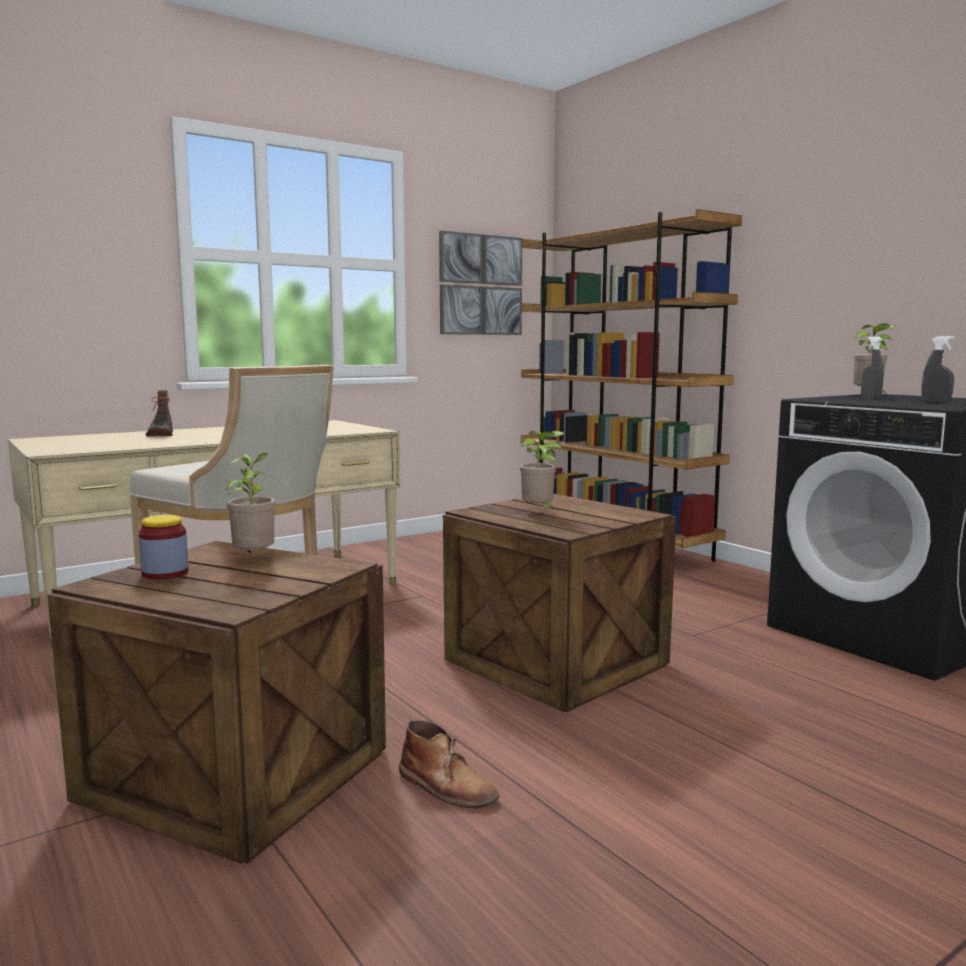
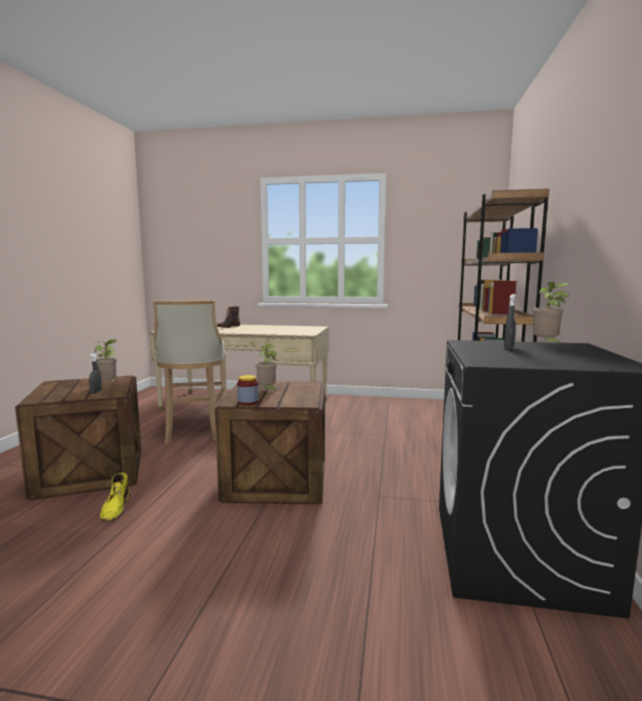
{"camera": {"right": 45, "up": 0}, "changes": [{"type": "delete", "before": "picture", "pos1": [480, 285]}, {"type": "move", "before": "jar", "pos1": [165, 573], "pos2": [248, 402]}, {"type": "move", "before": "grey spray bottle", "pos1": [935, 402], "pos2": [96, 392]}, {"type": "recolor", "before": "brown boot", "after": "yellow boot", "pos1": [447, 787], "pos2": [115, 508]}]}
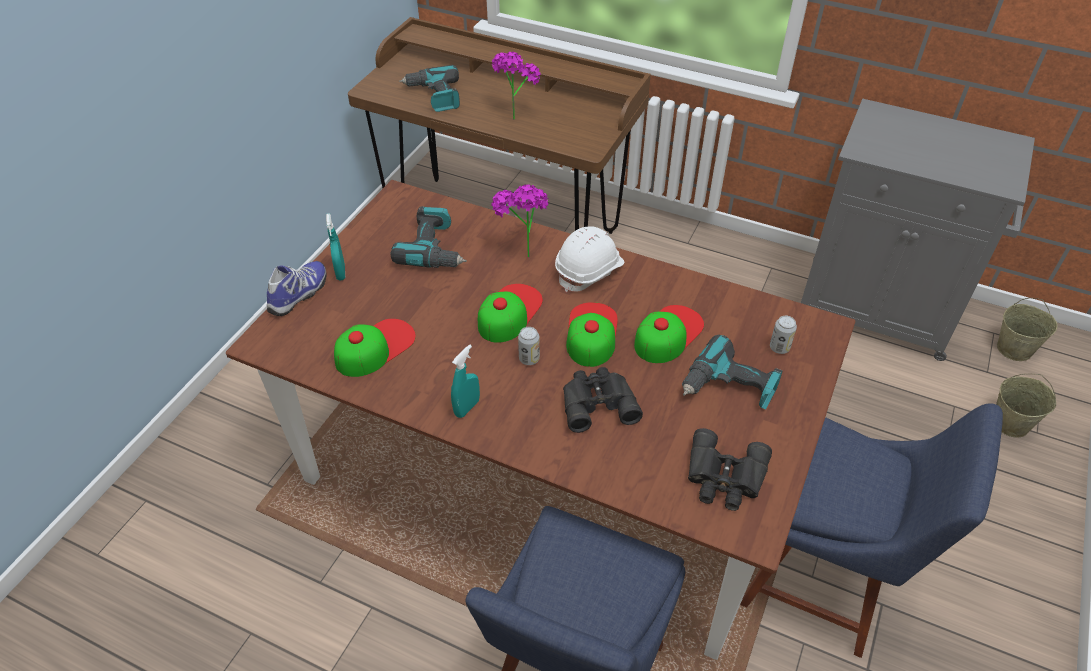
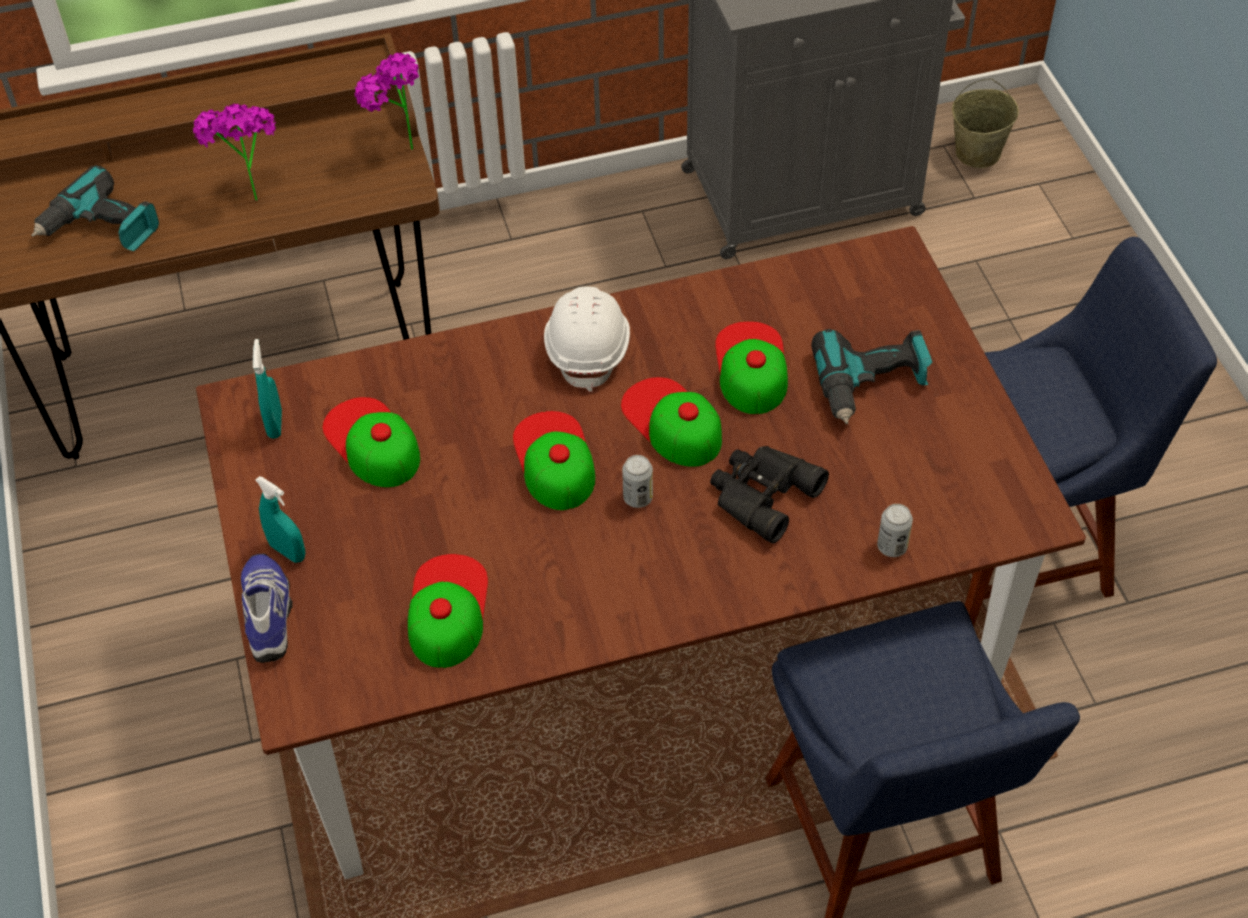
{"camera": {"right": -40, "up": 5}, "changes": [{"type": "delete", "before": "black binoculars", "pos1": [724, 478]}, {"type": "delete", "before": "beige bucket", "pos1": [1011, 423]}, {"type": "move", "before": "turquoise spray bottle", "pos1": [467, 408], "pos2": [275, 424]}, {"type": "move", "before": "potted plant", "pos1": [522, 251], "pos2": [397, 147]}, {"type": "move", "before": "can", "pos1": [779, 347], "pos2": [892, 546]}, {"type": "replace", "before": "power drill", "after": "cap", "pos1": [434, 249], "pos2": [372, 442]}]}
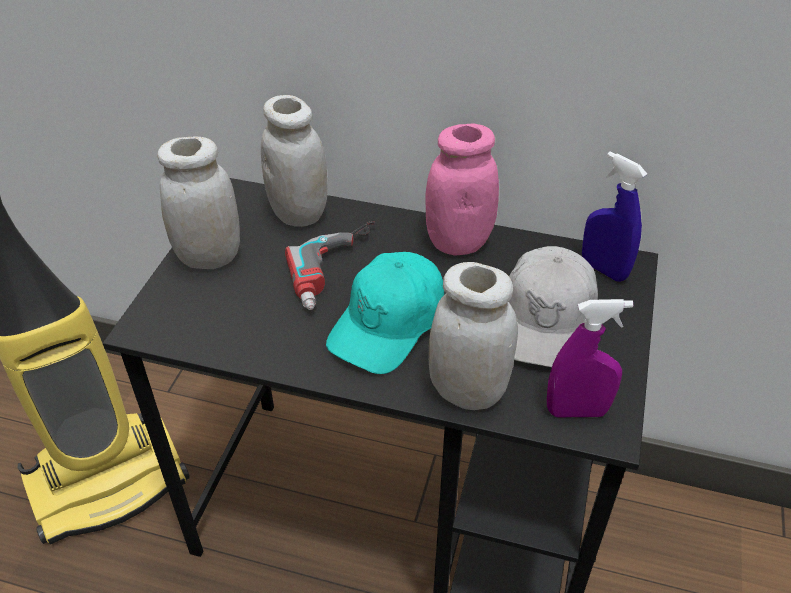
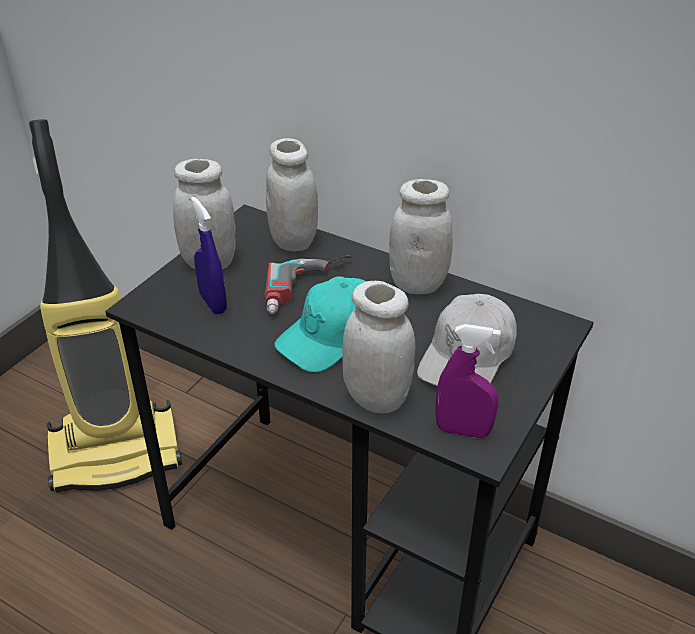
{"camera": {"right": 15, "up": -5}, "changes": [{"type": "move", "before": "blue spray bottle", "pos1": [603, 269], "pos2": [213, 303]}, {"type": "recolor", "before": "pink jar", "after": "white jar", "pos1": [458, 242], "pos2": [418, 284]}]}
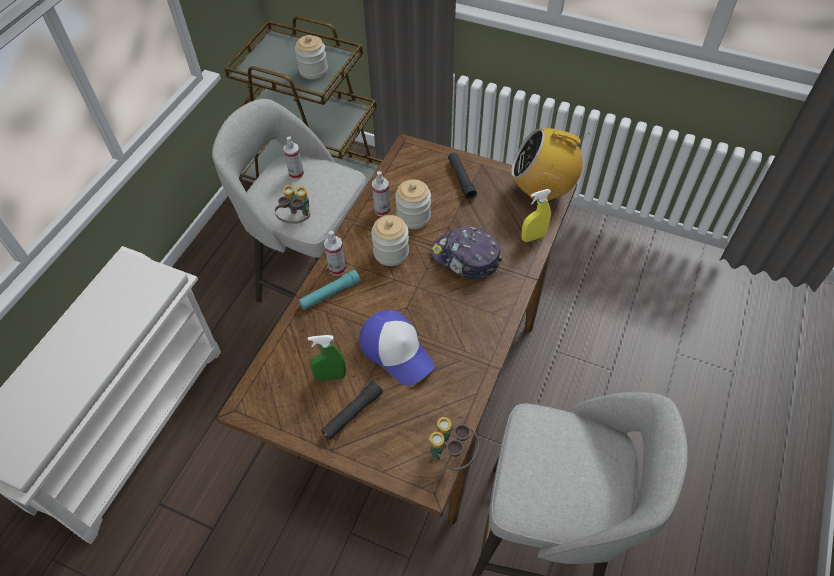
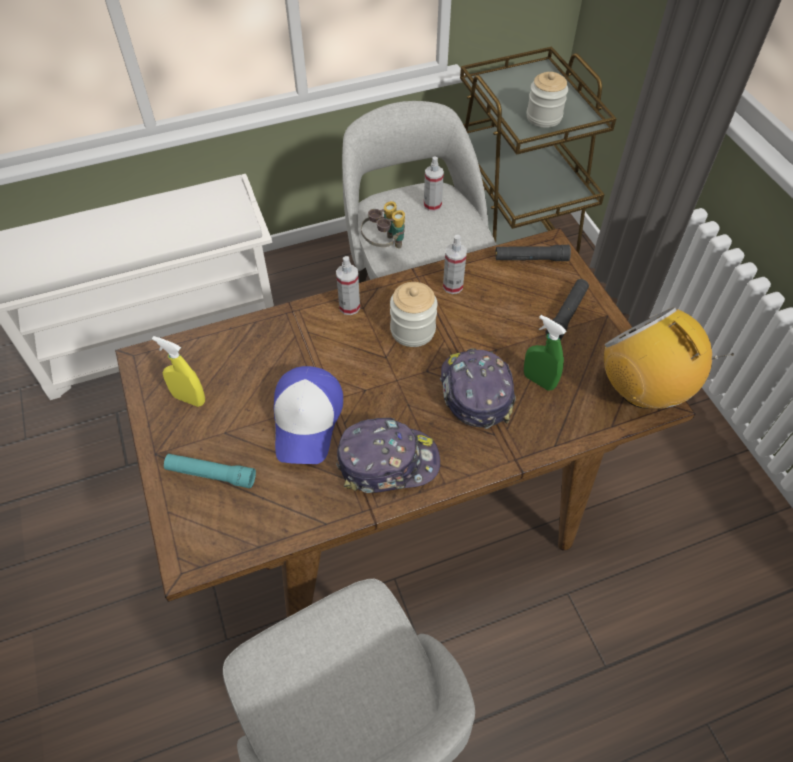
{"camera": {"right": 45, "up": 0}, "changes": [{"type": "delete", "before": "jar", "pos1": [413, 216]}, {"type": "delete", "before": "binoculars", "pos1": [451, 455]}, {"type": "insert", "after": "cap", "pos2": [387, 462]}, {"type": "move", "before": "turquoise flashlight", "pos1": [330, 294], "pos2": [211, 474]}, {"type": "move", "before": "green spray bottle", "pos1": [330, 376], "pos2": [539, 381]}, {"type": "move", "before": "black flashlight", "pos1": [352, 414], "pos2": [531, 259]}, {"type": "move", "before": "yellow spray bottle", "pos1": [533, 237], "pos2": [189, 399]}]}
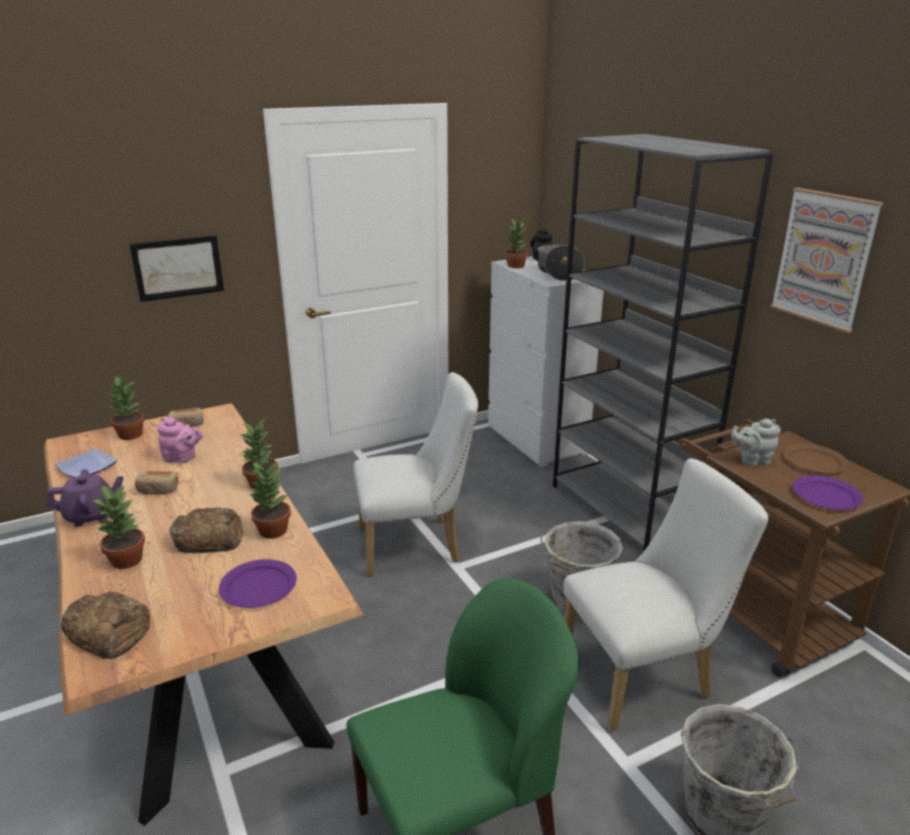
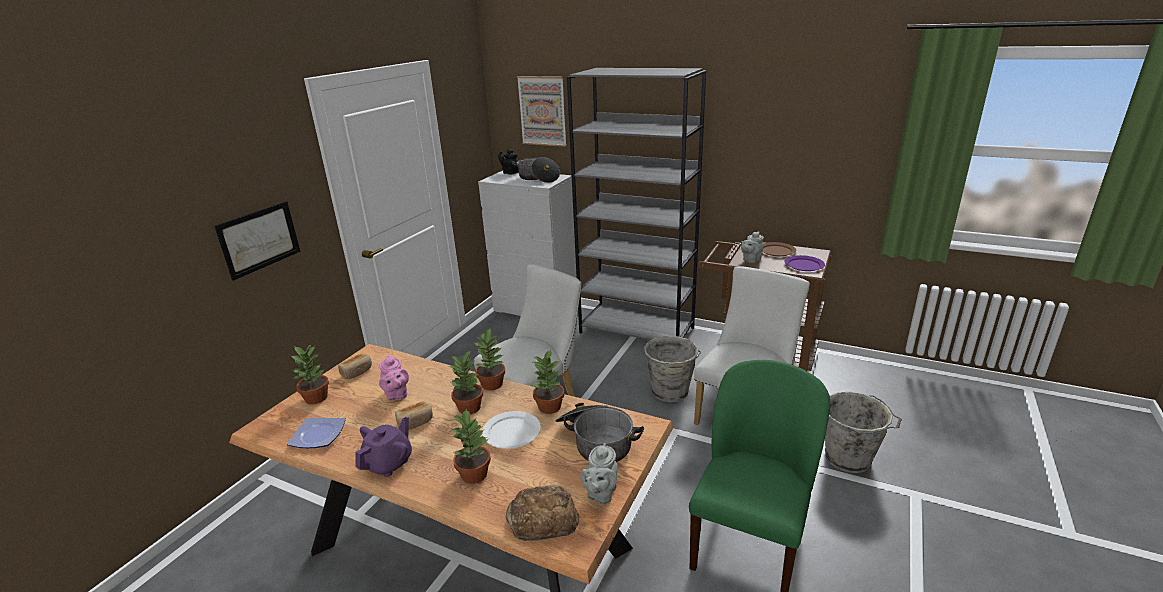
{"camera": {"right": -35, "up": 0}, "changes": [{"type": "insert", "after": "grey teapot", "pos2": [600, 493]}, {"type": "move", "before": "potted plant", "pos1": [516, 266], "pos2": [470, 408]}, {"type": "move", "before": "picture", "pos1": [824, 258], "pos2": [542, 111]}, {"type": "replace", "before": "bread", "after": "white plate", "pos1": [208, 538], "pos2": [512, 432]}, {"type": "replace", "before": "purple plate", "after": "cooking pot", "pos1": [258, 586], "pos2": [596, 441]}, {"type": "rotate", "before": "pink teapot", "pos1": [182, 458], "pos2": [396, 395], "turn": 90}]}
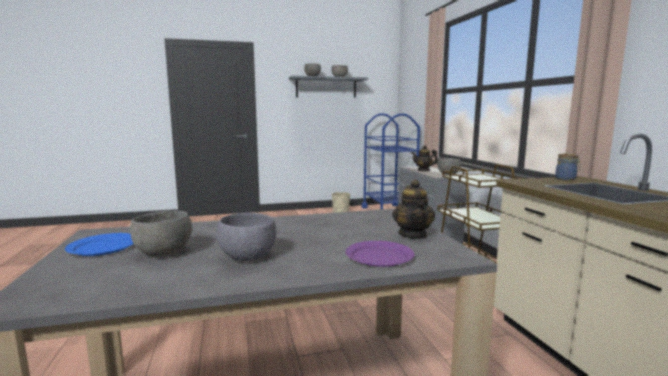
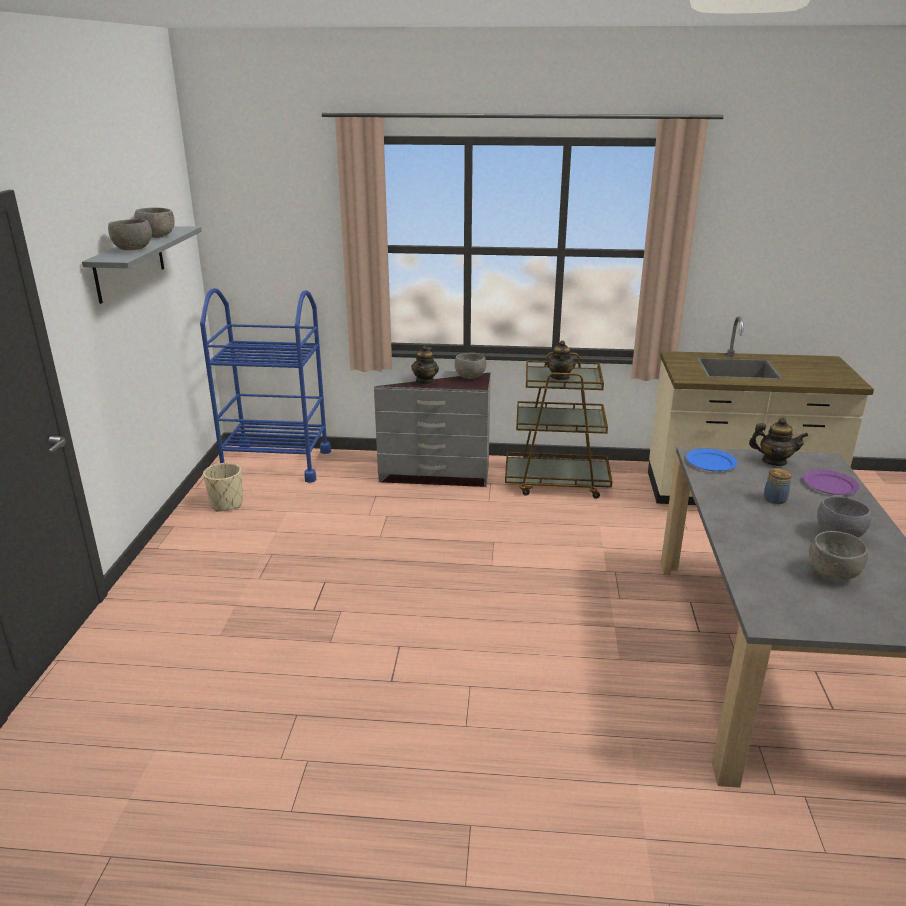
{"camera": {"right": -70, "up": 15}, "changes": [{"type": "insert", "after": "teapot", "pos2": [560, 377]}, {"type": "move", "before": "blue plate", "pos1": [104, 247], "pos2": [710, 462]}, {"type": "move", "before": "jar", "pos1": [566, 179], "pos2": [775, 499]}]}
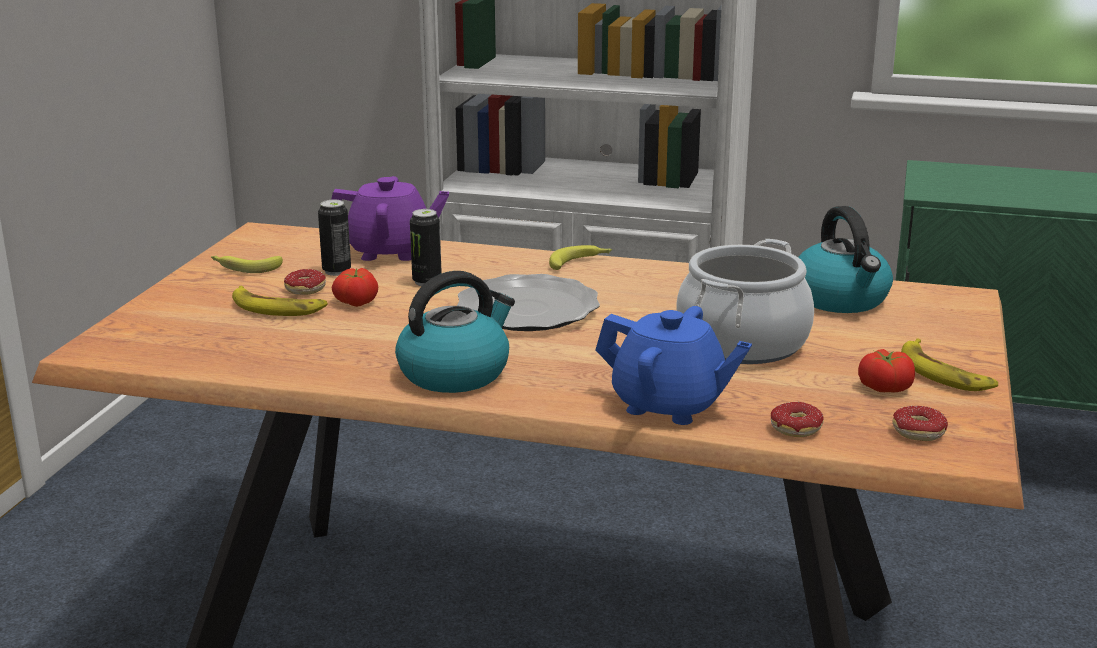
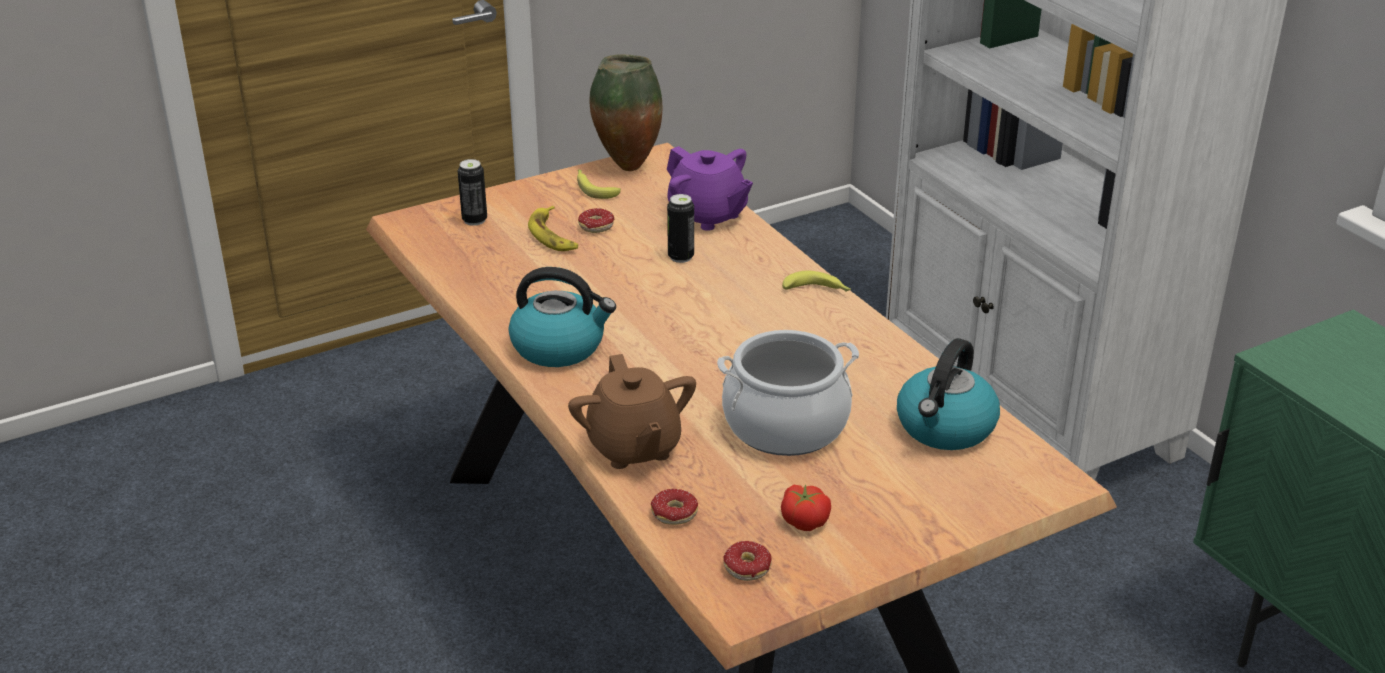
{"camera": {"right": 45, "up": 10}, "changes": [{"type": "delete", "before": "tomato", "pos1": [355, 302]}, {"type": "delete", "before": "plate", "pos1": [528, 309]}, {"type": "delete", "before": "banana", "pos1": [943, 374]}, {"type": "insert", "after": "vase", "pos2": [626, 166]}, {"type": "move", "before": "can", "pos1": [336, 271], "pos2": [474, 220]}, {"type": "recolor", "before": "blue teapot", "after": "brown teapot", "pos1": [669, 405], "pos2": [633, 447]}]}
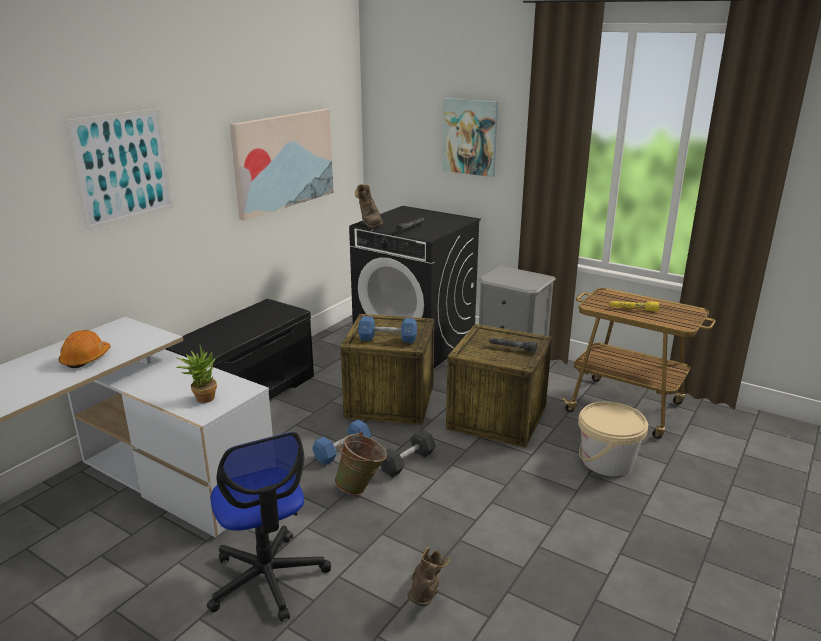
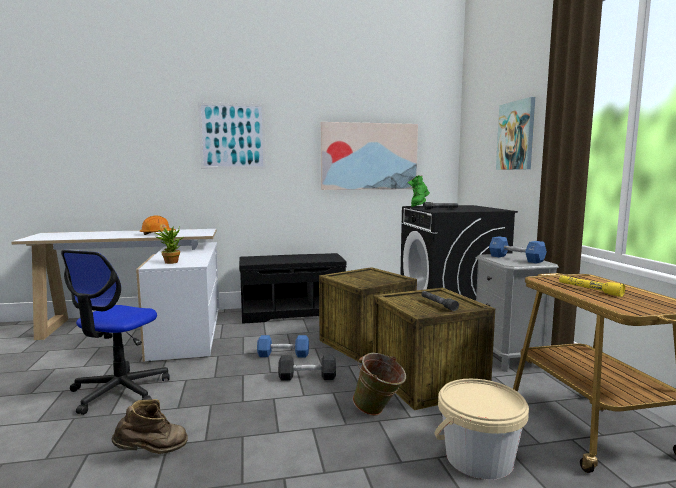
{"camera": {"right": 45, "up": -15}, "changes": [{"type": "move", "before": "green bucket", "pos1": [362, 488], "pos2": [378, 412]}, {"type": "move", "before": "blue dumbbell", "pos1": [388, 339], "pos2": [516, 259]}, {"type": "recolor", "before": "brown boot", "after": "green boot", "pos1": [369, 223], "pos2": [419, 206]}]}
